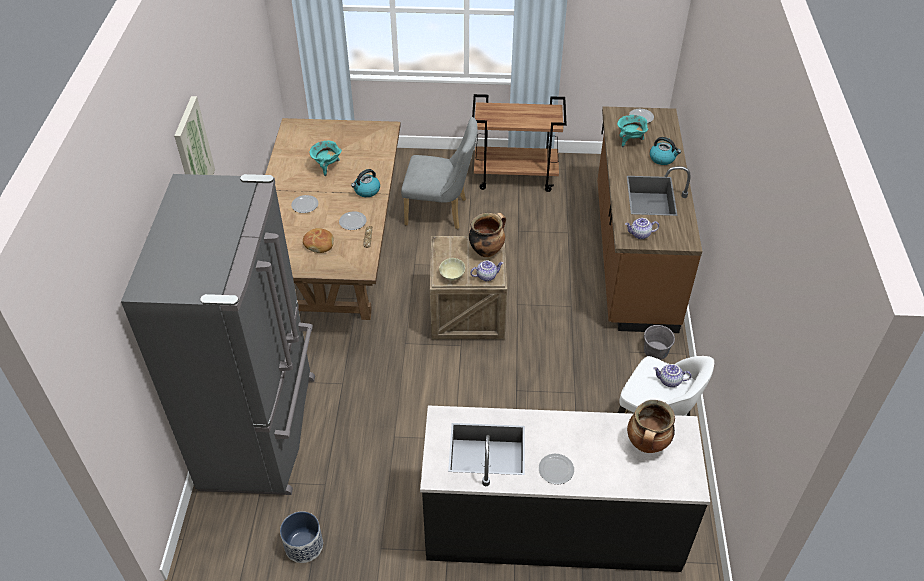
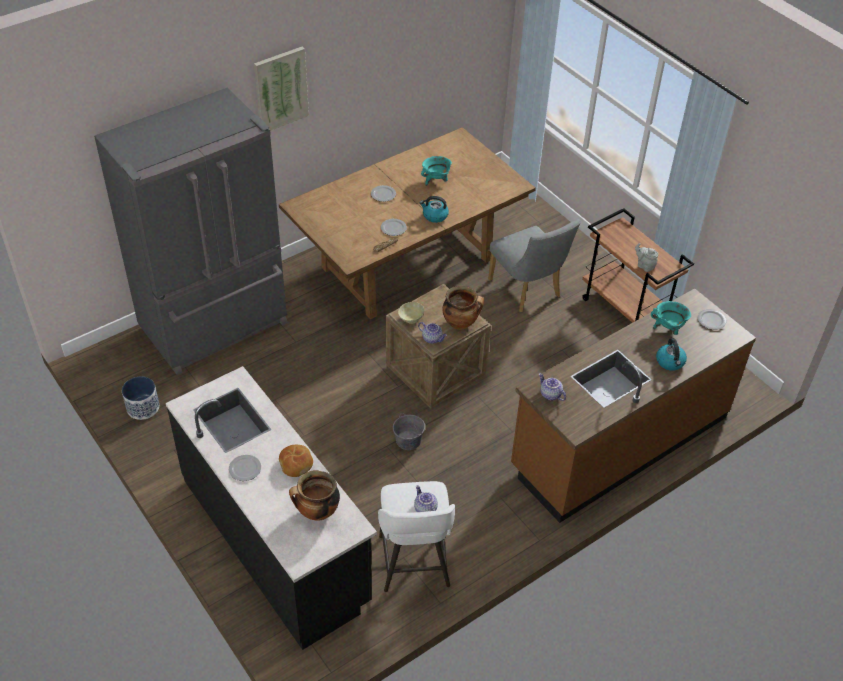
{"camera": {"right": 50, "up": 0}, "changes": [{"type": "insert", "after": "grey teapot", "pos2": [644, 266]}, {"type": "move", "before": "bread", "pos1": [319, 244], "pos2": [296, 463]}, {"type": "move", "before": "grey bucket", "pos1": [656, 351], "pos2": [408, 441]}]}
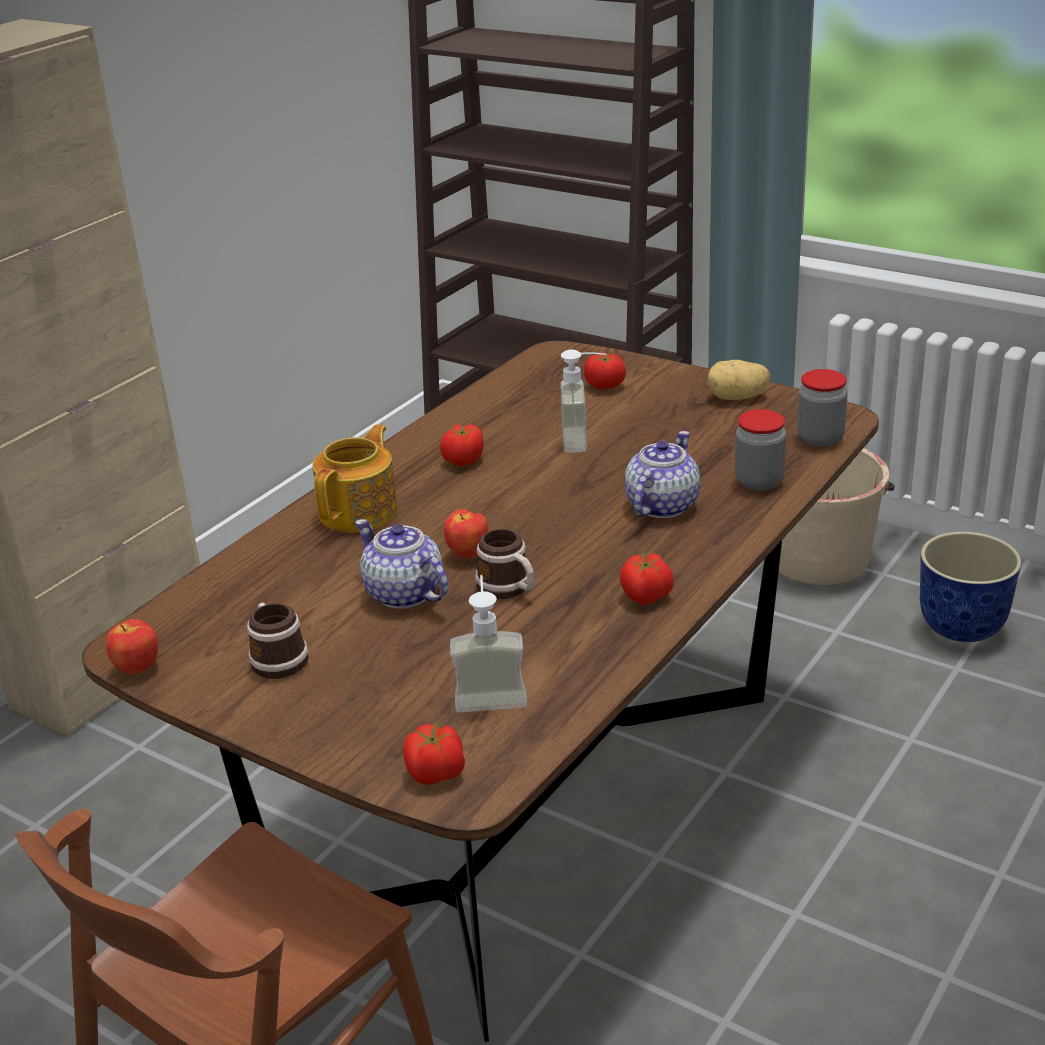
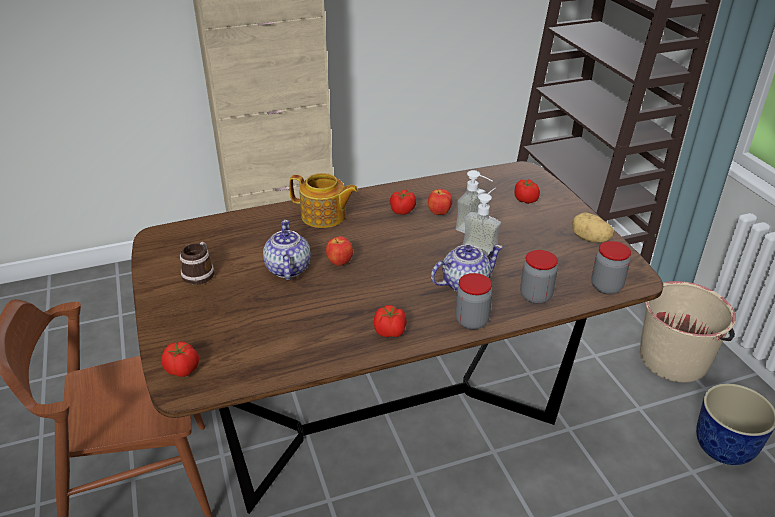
{"camera": {"right": 35, "up": 5}, "changes": [{"type": "delete", "before": "mug", "pos1": [509, 589]}, {"type": "insert", "after": "jar", "pos2": [471, 321]}, {"type": "move", "before": "apple", "pos1": [138, 669], "pos2": [439, 213]}, {"type": "move", "before": "soap dispenser", "pos1": [490, 693], "pos2": [483, 246]}, {"type": "rotate", "before": "teapot", "pos1": [360, 511], "pos2": [324, 216], "turn": 45}]}
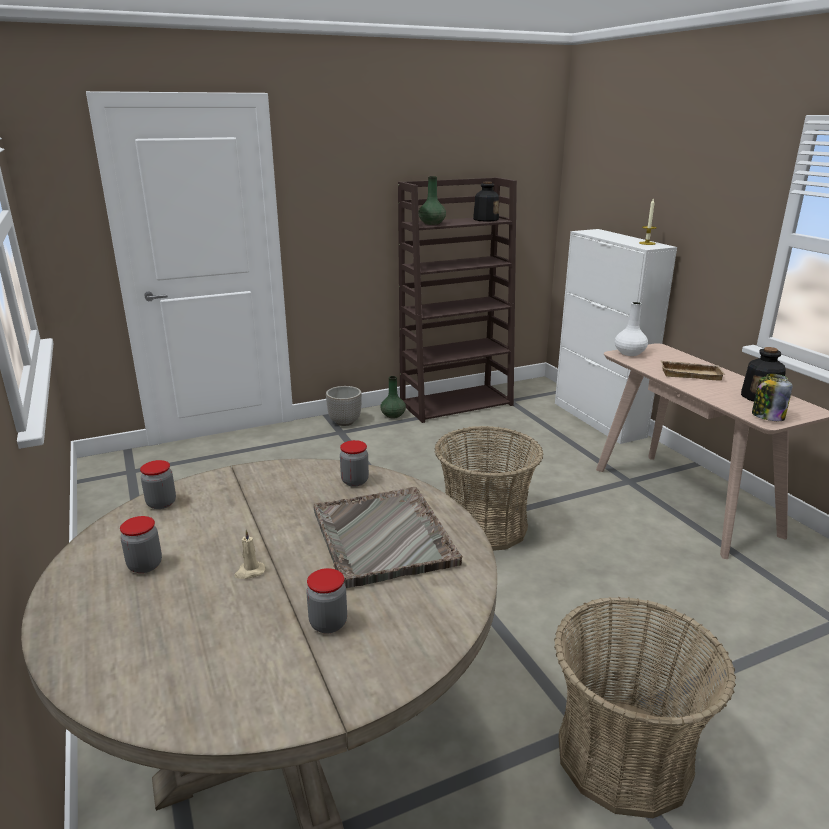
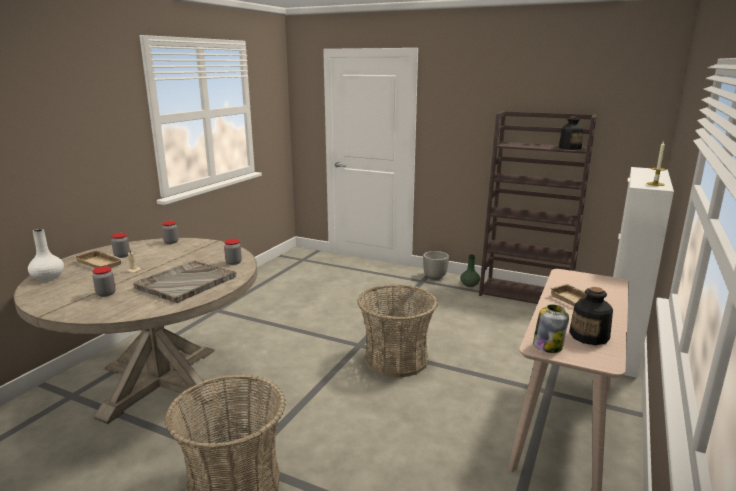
{"camera": {"right": 50, "up": -5}, "changes": [{"type": "delete", "before": "green vase", "pos1": [431, 223]}, {"type": "insert", "after": "beige tray", "pos2": [101, 263]}, {"type": "move", "before": "white vase", "pos1": [629, 353], "pos2": [48, 278]}]}
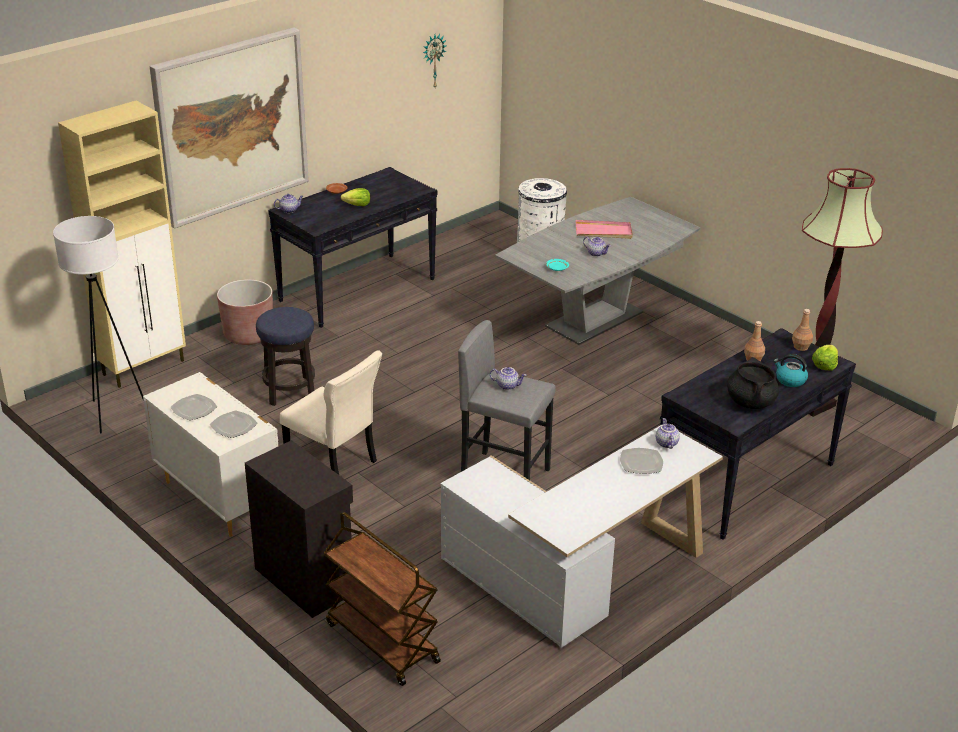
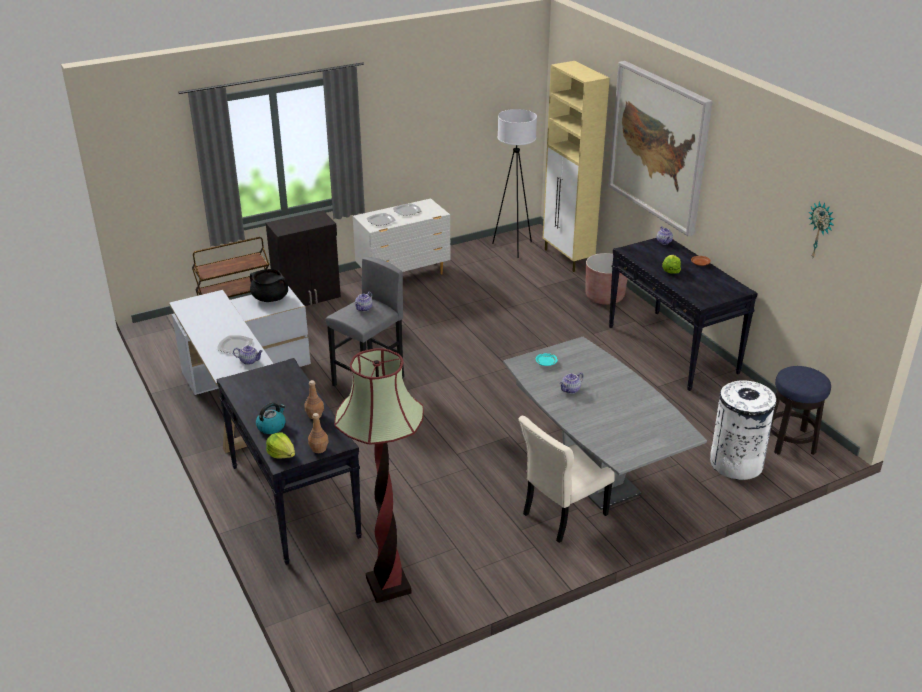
{"camera": {"right": 105, "up": 0}, "changes": [{"type": "delete", "before": "pink tray", "pos1": [603, 232]}, {"type": "move", "before": "stool", "pos1": [290, 391], "pos2": [790, 442]}, {"type": "move", "before": "beige chair", "pos1": [334, 463], "pos2": [562, 515]}, {"type": "move", "before": "black cooking pot", "pos1": [750, 402], "pos2": [270, 298]}]}
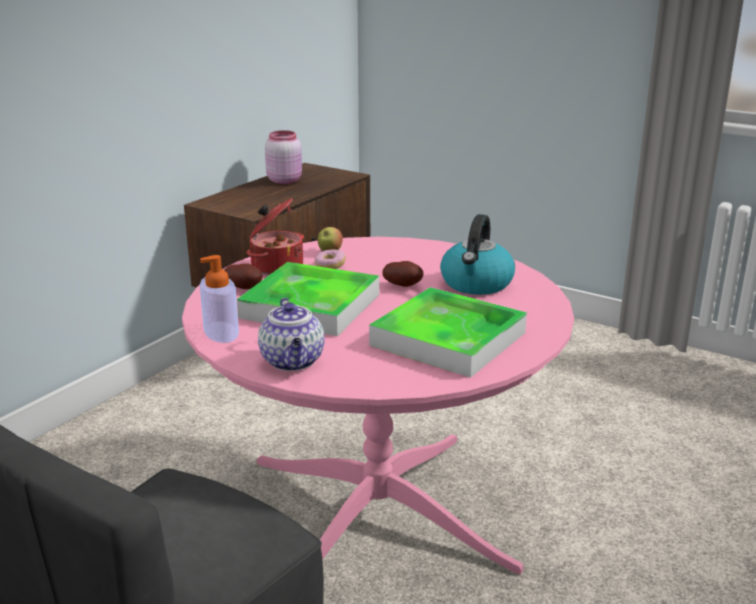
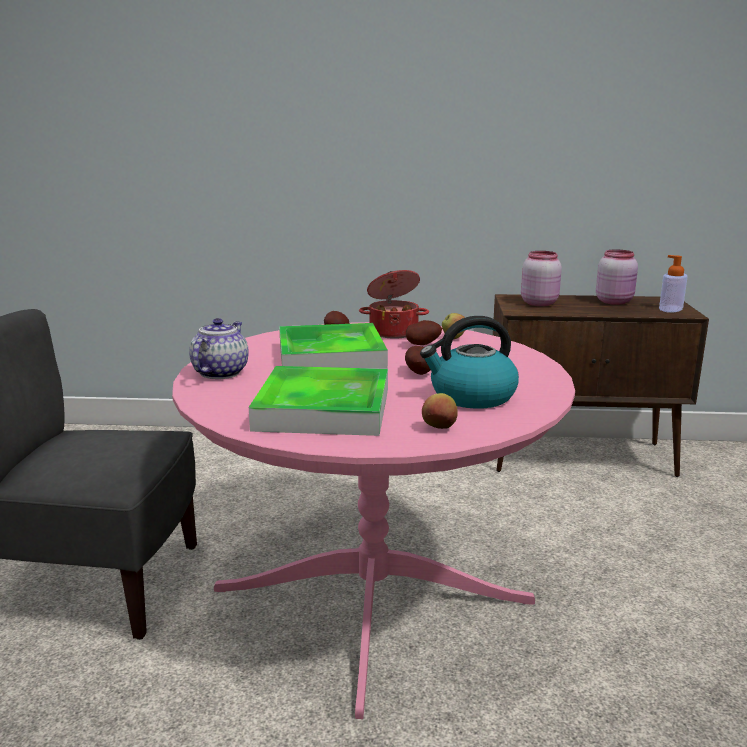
{"camera": {"right": 60, "up": -5}, "changes": [{"type": "insert", "after": "apple", "pos2": [439, 428]}, {"type": "insert", "after": "pink jar", "pos2": [539, 303]}, {"type": "move", "before": "soap dispenser", "pos1": [221, 332], "pos2": [670, 309]}, {"type": "replace", "before": "donut", "after": "potato", "pos1": [330, 266], "pos2": [422, 345]}, {"type": "rotate", "before": "teapot", "pos1": [293, 362], "pos2": [220, 372], "turn": 150}]}
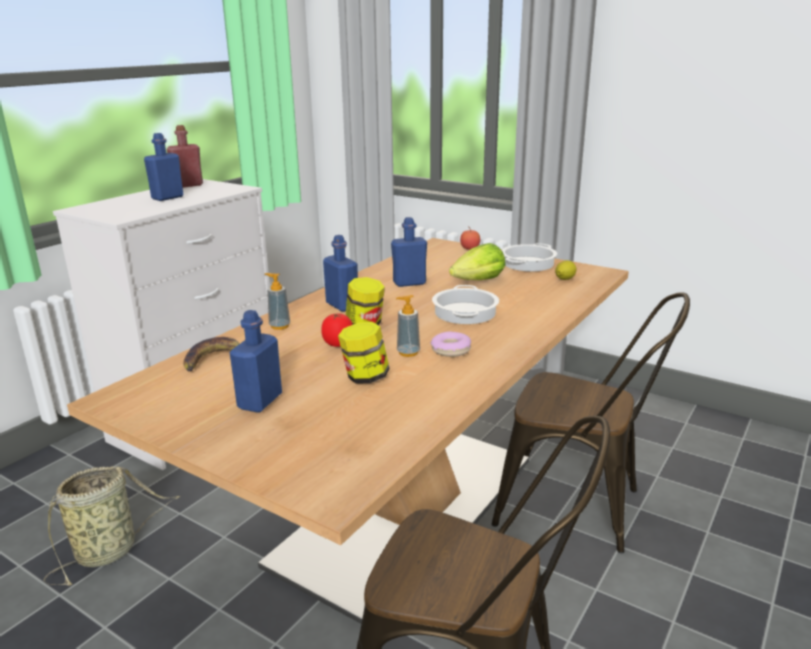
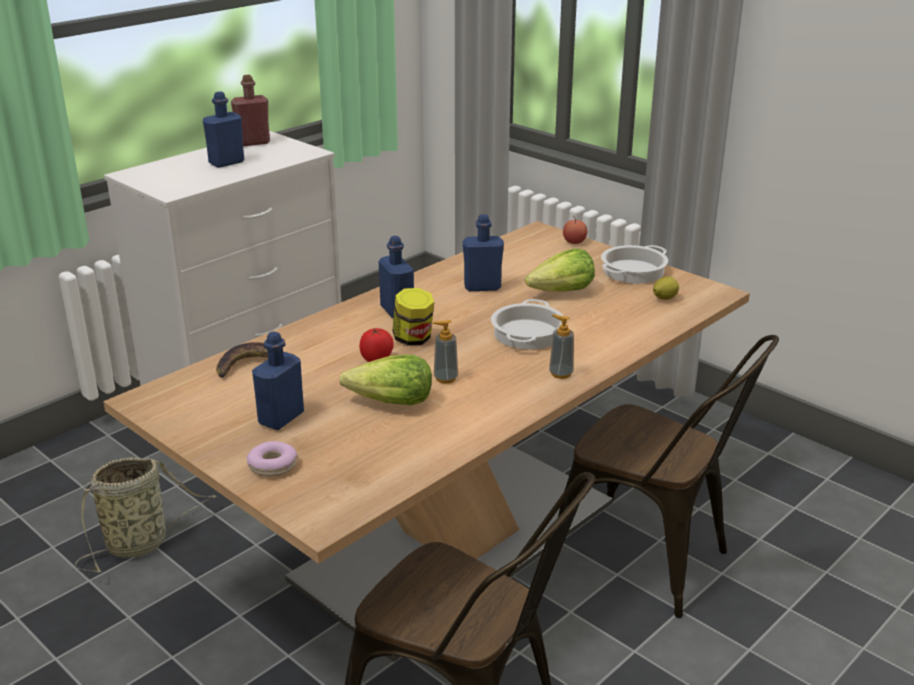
{"camera": {"right": 10, "up": 5}, "changes": [{"type": "move", "before": "soap dispenser", "pos1": [279, 326], "pos2": [561, 373]}, {"type": "move", "before": "donut", "pos1": [450, 350], "pos2": [272, 465]}, {"type": "replace", "before": "jar", "after": "lettuce", "pos1": [365, 377], "pos2": [391, 402]}]}
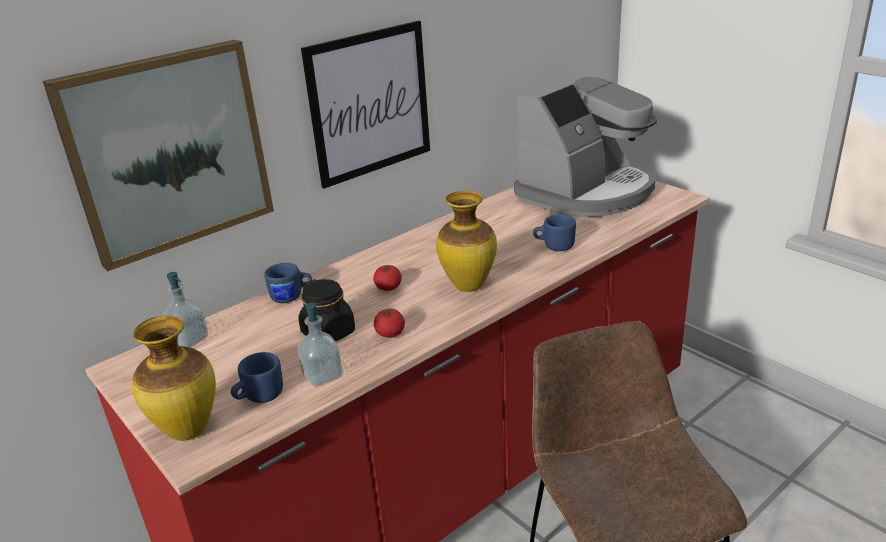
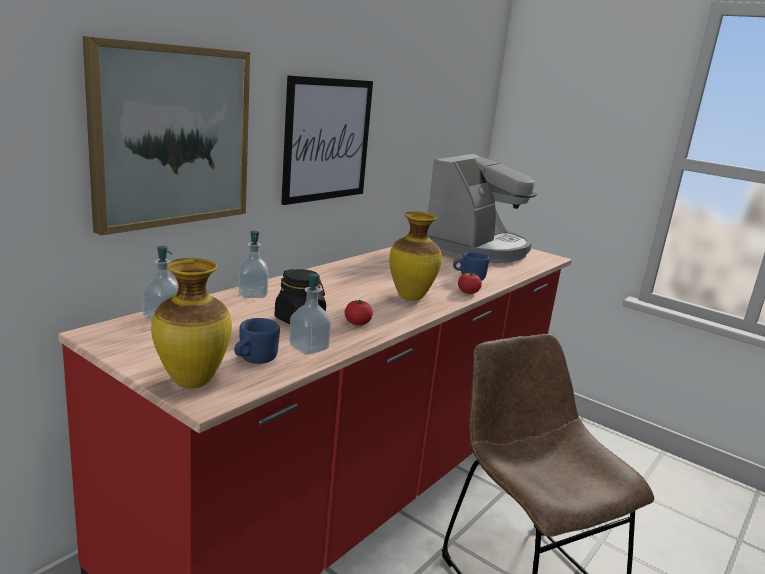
{"camera": {"right": -15, "up": -10}, "changes": [{"type": "move", "before": "tomato", "pos1": [388, 288], "pos2": [468, 292]}, {"type": "replace", "before": "blue mug", "after": "soap dispenser", "pos1": [292, 297], "pos2": [252, 294]}]}
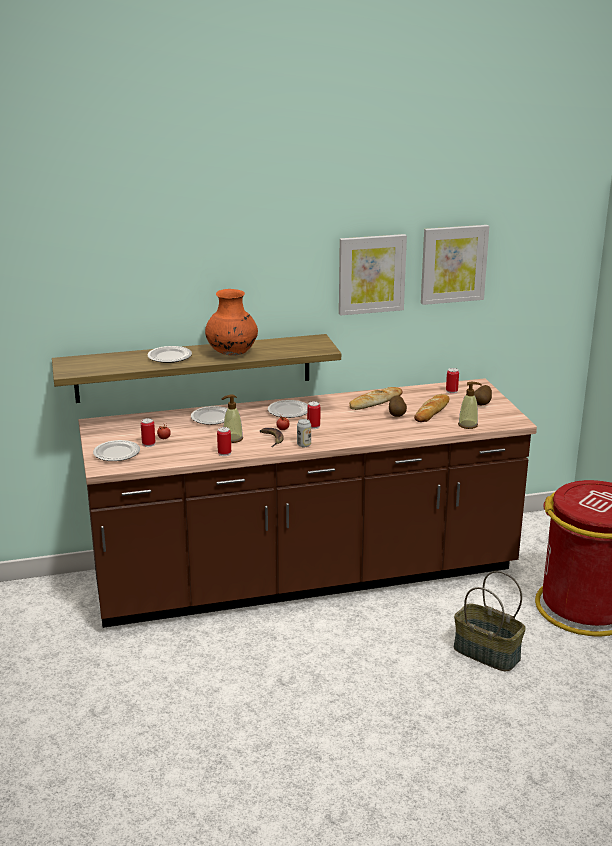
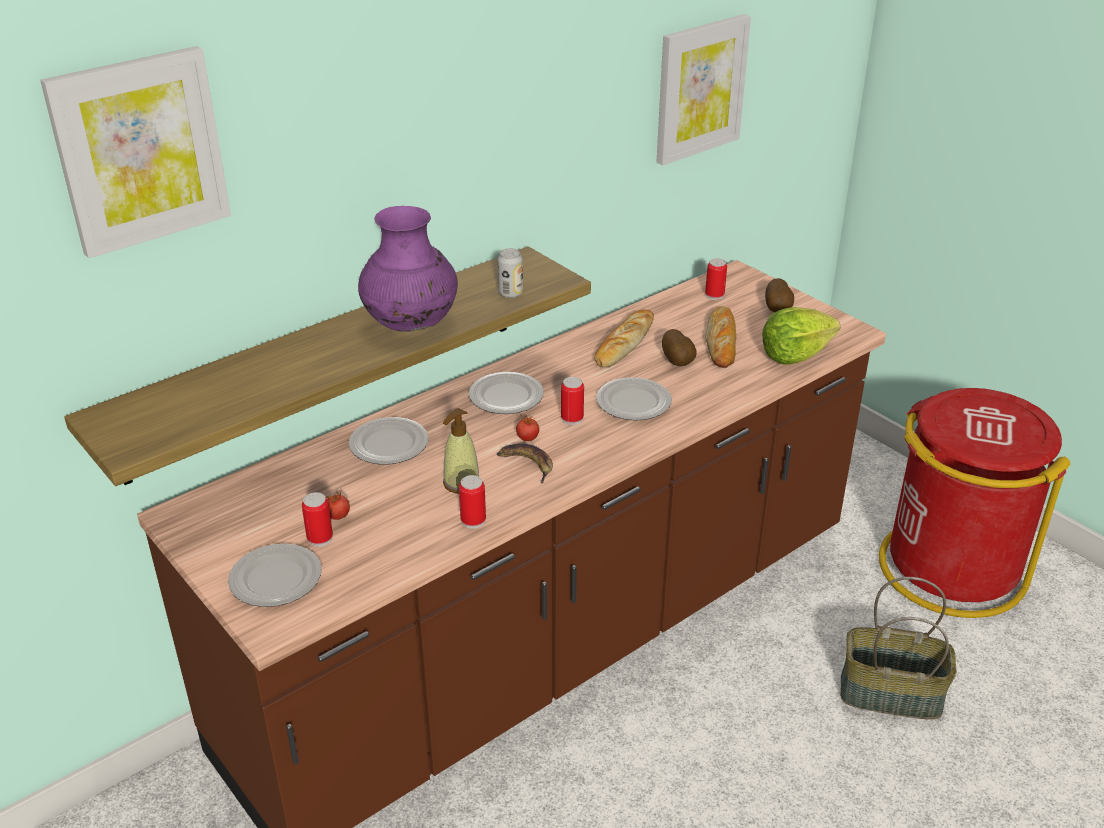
{"camera": {"right": -25, "up": 10}, "changes": [{"type": "move", "before": "plate", "pos1": [170, 357], "pos2": [634, 403]}, {"type": "move", "before": "can", "pos1": [304, 445], "pos2": [510, 293]}, {"type": "move", "before": "picture", "pos1": [371, 274], "pos2": [140, 150]}, {"type": "replace", "before": "soap dispenser", "after": "lettuce", "pos1": [468, 425], "pos2": [795, 355]}, {"type": "recolor", "before": "orange vase", "after": "purple vase", "pos1": [232, 353], "pos2": [411, 325]}]}
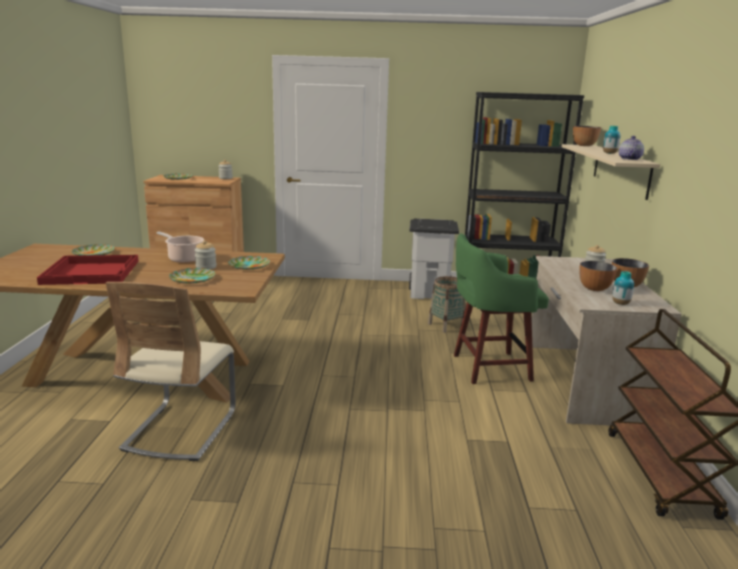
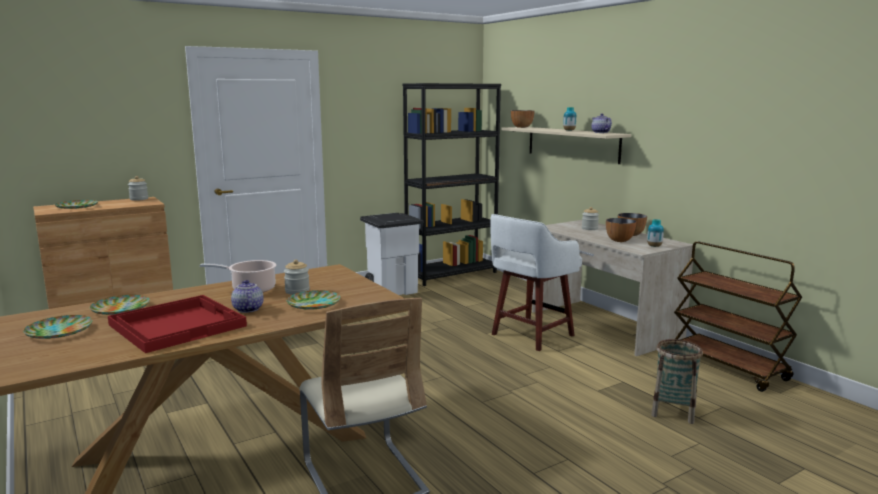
{"camera": {"right": -35, "up": -5}, "changes": [{"type": "insert", "after": "teapot", "pos2": [247, 309]}, {"type": "move", "before": "plate", "pos1": [248, 265], "pos2": [58, 331]}, {"type": "move", "before": "basket", "pos1": [446, 325], "pos2": [673, 411]}, {"type": "recolor", "before": "green stool", "after": "white stool", "pos1": [488, 368], "pos2": [530, 336]}]}
